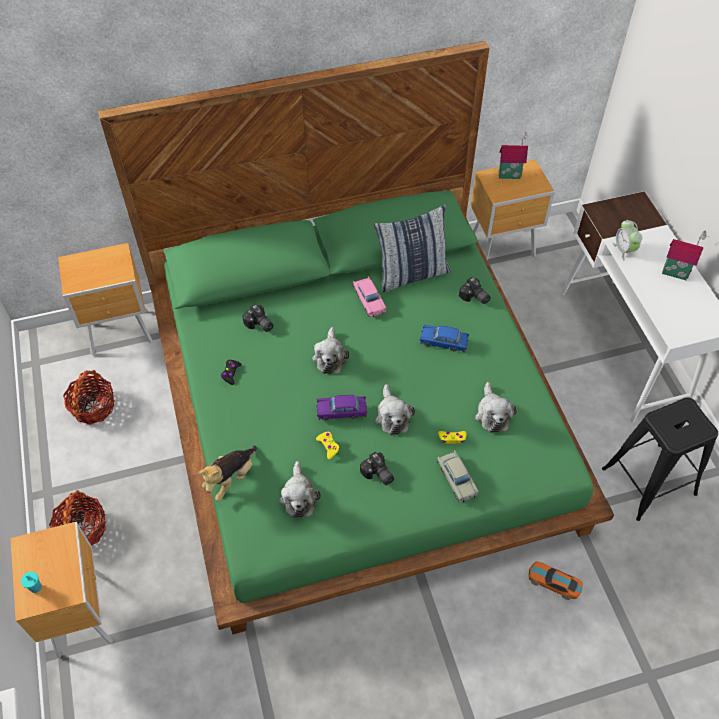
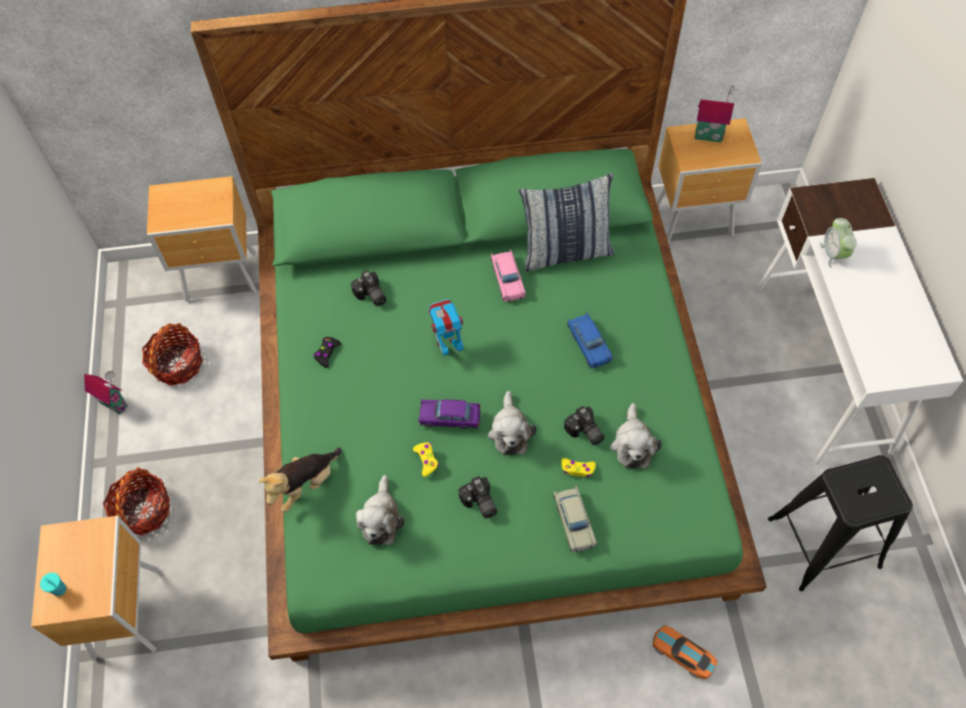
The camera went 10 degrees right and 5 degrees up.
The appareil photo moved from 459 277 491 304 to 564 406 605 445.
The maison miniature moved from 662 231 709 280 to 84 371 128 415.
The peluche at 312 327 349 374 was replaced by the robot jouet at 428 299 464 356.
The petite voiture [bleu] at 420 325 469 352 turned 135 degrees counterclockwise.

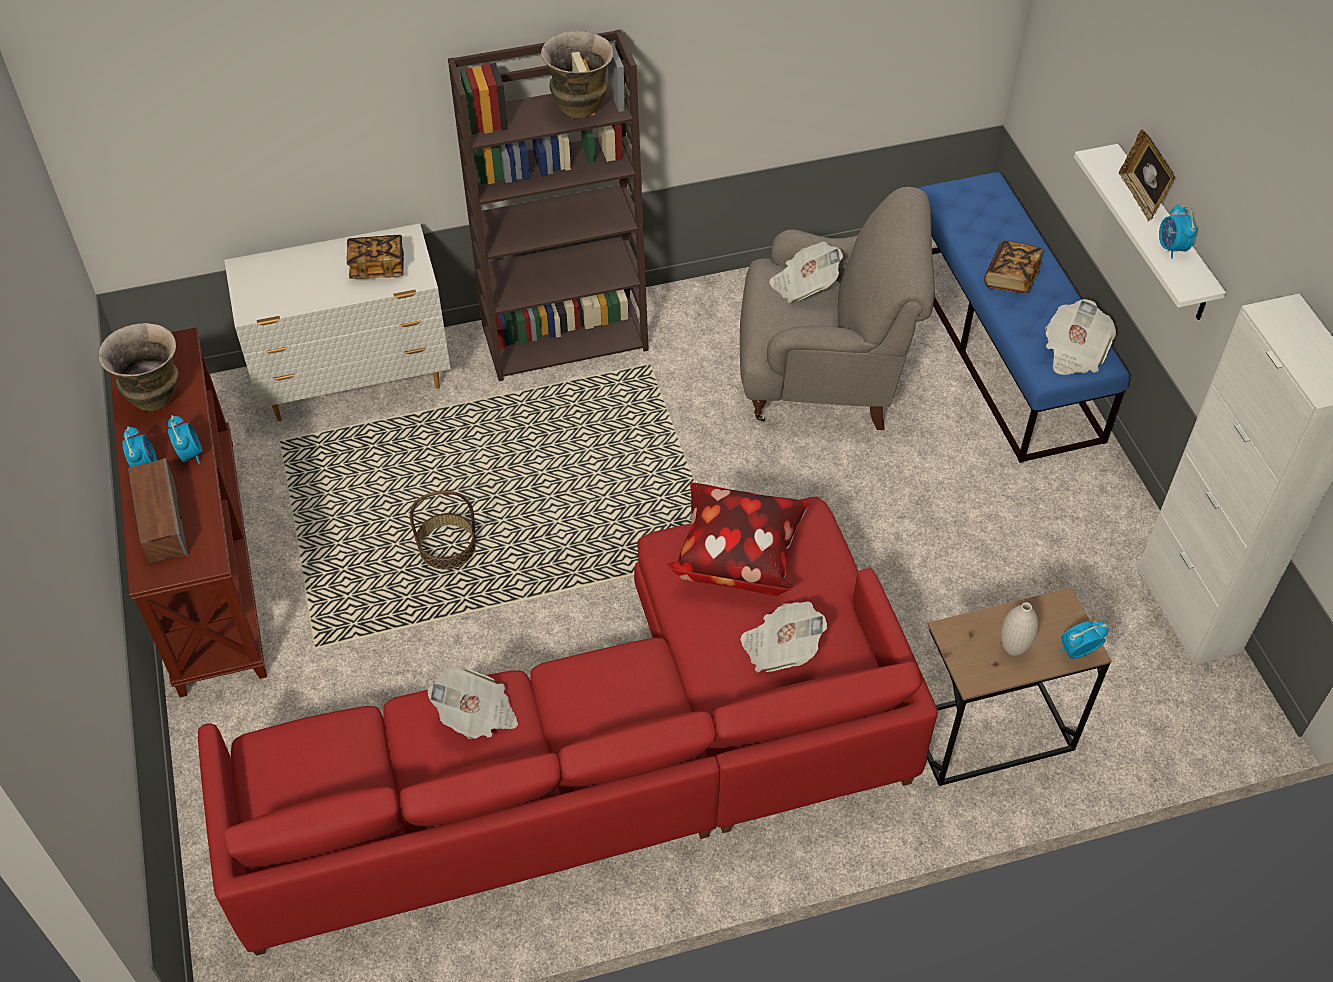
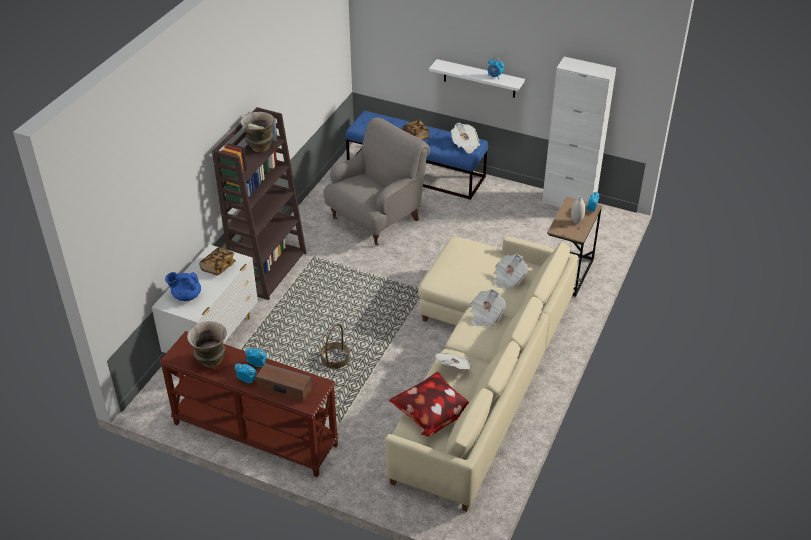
The camera went 50 degrees left and 10 degrees down.
The cadre photo at 1119 129 1175 221 disappeared.
The théière [bleu] at 165 272 201 301 appeared.
The coussin moved from 666 483 810 596 to 389 372 469 437.
The journal moved from 769 242 843 303 to 470 289 506 327.
The canapé [rouge] at 198 497 938 955 became the canapé [beige] at 385 236 578 512.

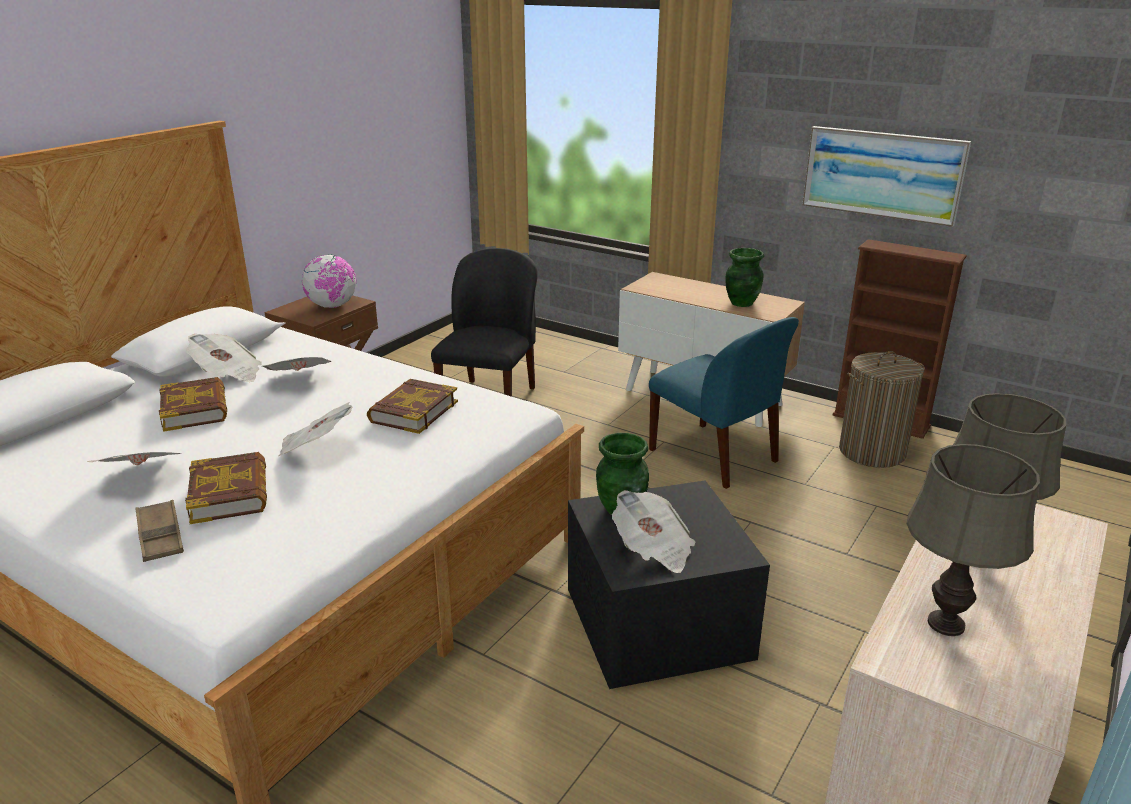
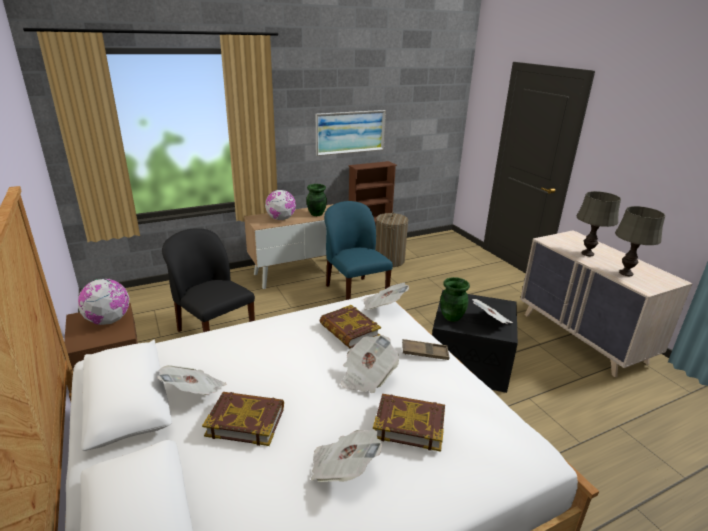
The camera went 60 degrees left and 0 degrees up.
The globe at 265 190 296 220 appeared.
The plateau [marron] moved from 135 500 184 562 to 402 339 450 360.
The journal moved from 263 357 332 371 to 364 283 409 310.
The chaise [bleu] at 649 317 799 489 turned 105 degrees counterclockwise.

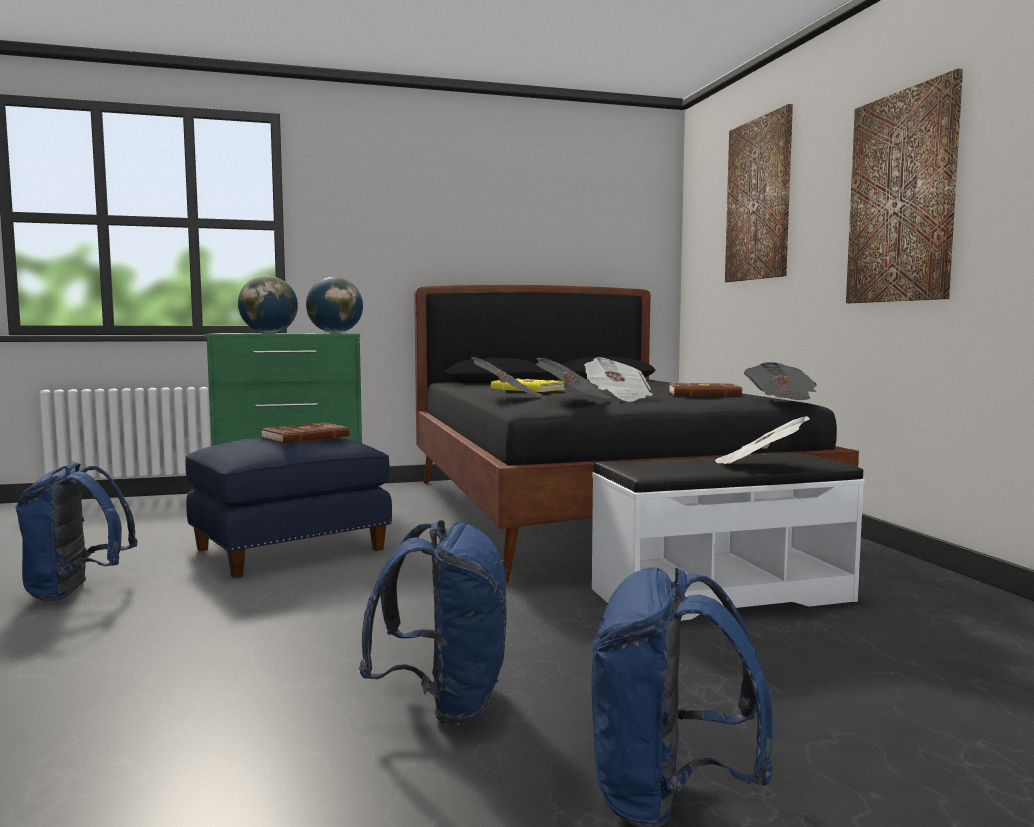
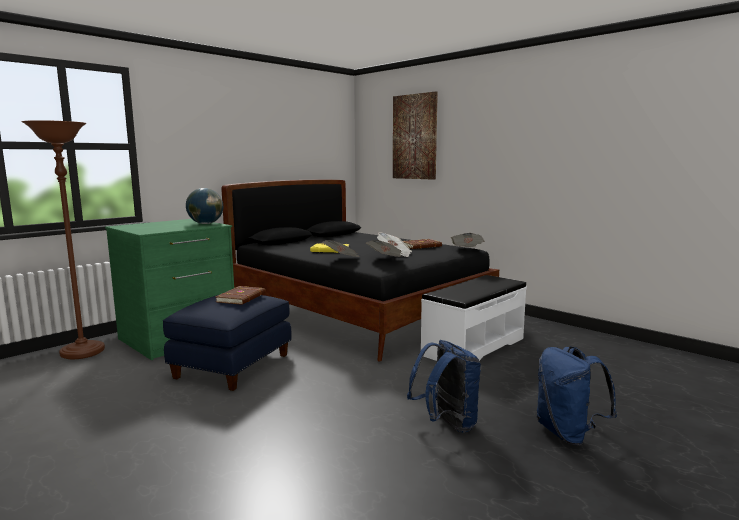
The camera went 30 degrees left and 5 degrees up.
The sac à dos [bleu] at 15 462 138 601 disappeared.
The globe at 238 276 298 333 disappeared.
The journal at 715 417 810 464 disappeared.
The tableau at 846 69 963 303 disappeared.
The lampadaire [marron] at 21 120 105 359 appeared.

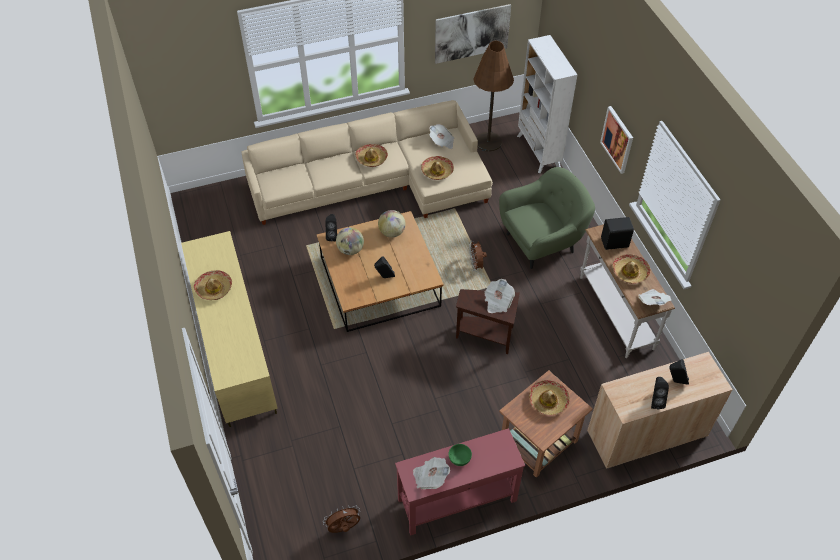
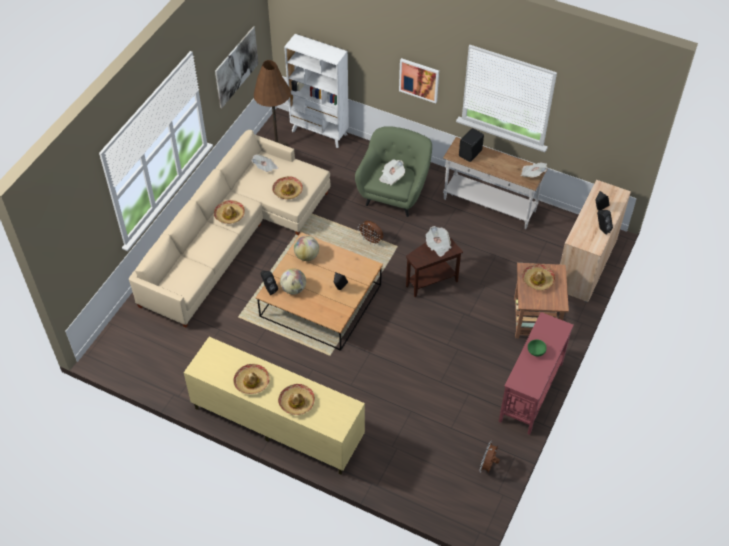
The camera went 45 degrees left and 0 degrees up.
The journal moved from 413 457 450 489 to 379 159 405 186.
The chapeau moved from 613 254 651 284 to 278 384 315 415.

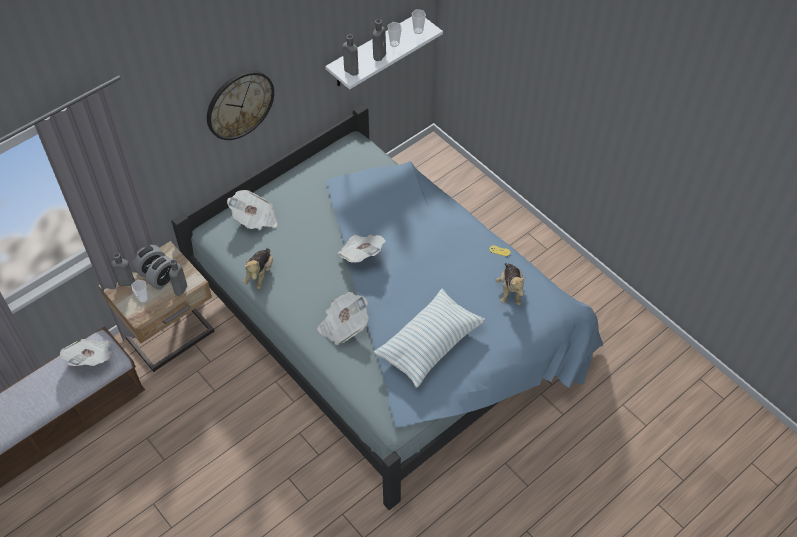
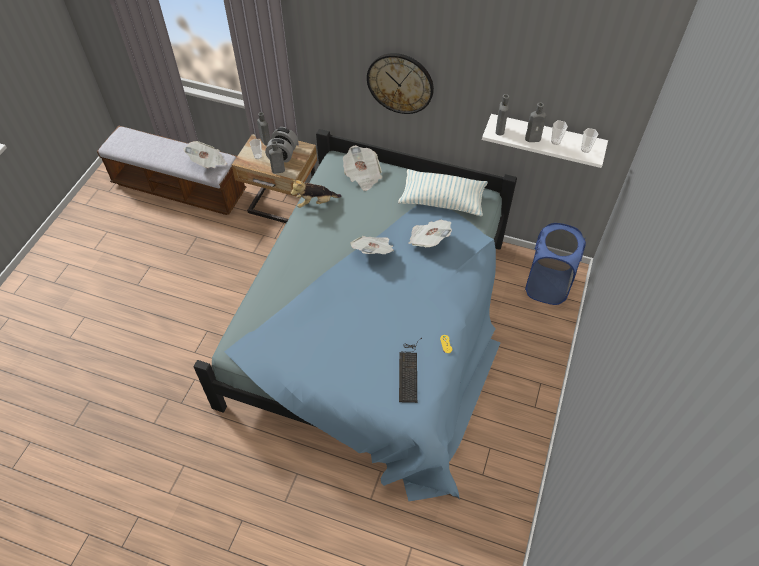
The camera went 60 degrees right and 0 degrees up.
The panier à linge [bleu] at 525 223 586 305 appeared.
The journal moved from 317 292 368 345 to 408 219 452 247.
The coussin moved from 374 289 485 388 to 398 169 488 217.
The peluche at 495 263 525 305 was replaced by the clavier at 399 338 422 403.

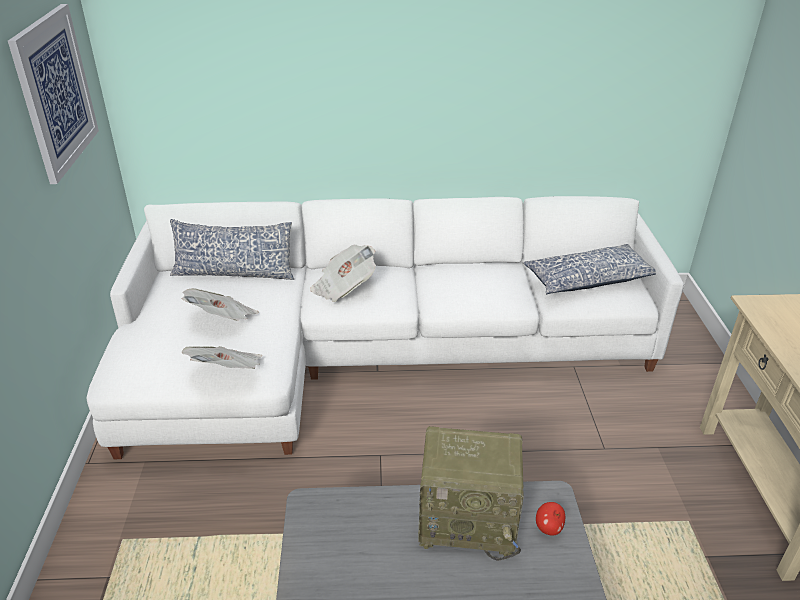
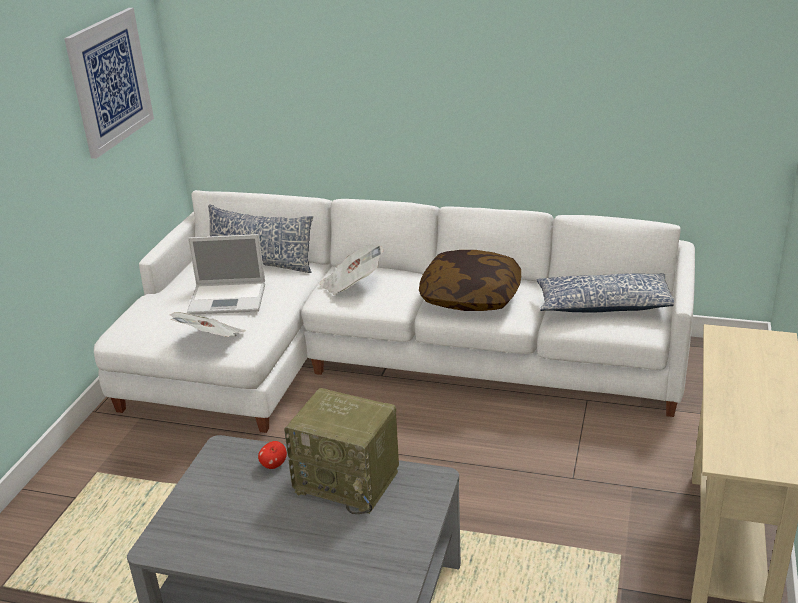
The camera went 20 degrees right and 5 degrees down.
The coussin at 419 250 521 311 appeared.
The pomme moved from 536 502 565 536 to 258 441 287 469.
The journal at 181 288 259 321 was replaced by the ordinateur portable at 187 234 265 314.

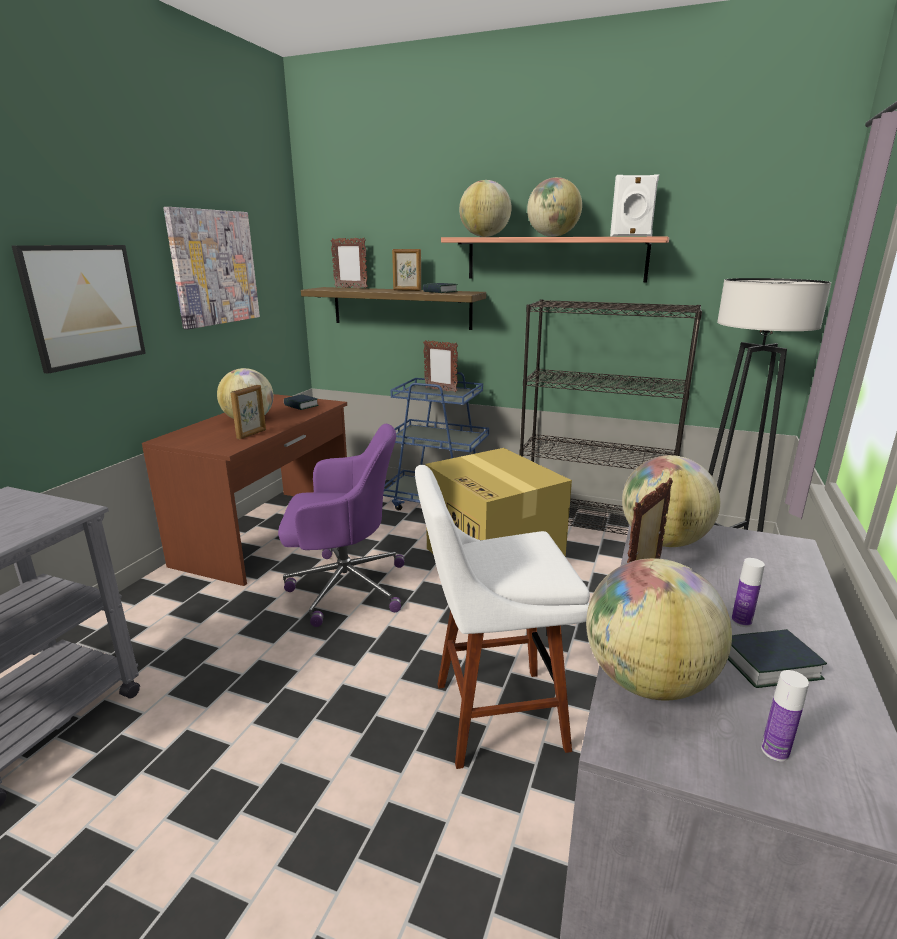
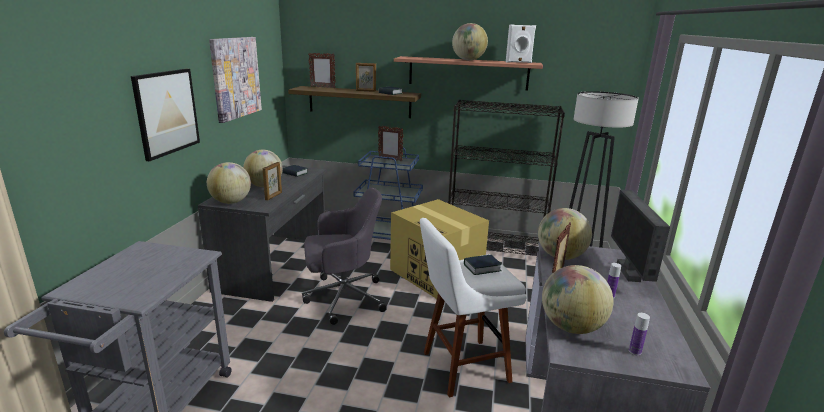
The camera went 10 degrees left and 0 degrees up.
The écran d'ordinateur at 611 189 670 282 appeared.
The globe moved from 459 180 512 237 to 207 162 251 204.
The livre moved from 728 629 827 688 to 464 255 502 275.
The bureau [marron] at 142 394 347 586 became the bureau [gris] at 198 165 326 302.
The chaise de bureau [violet] at 278 424 404 627 became the chaise de bureau [gris] at 302 188 387 325.

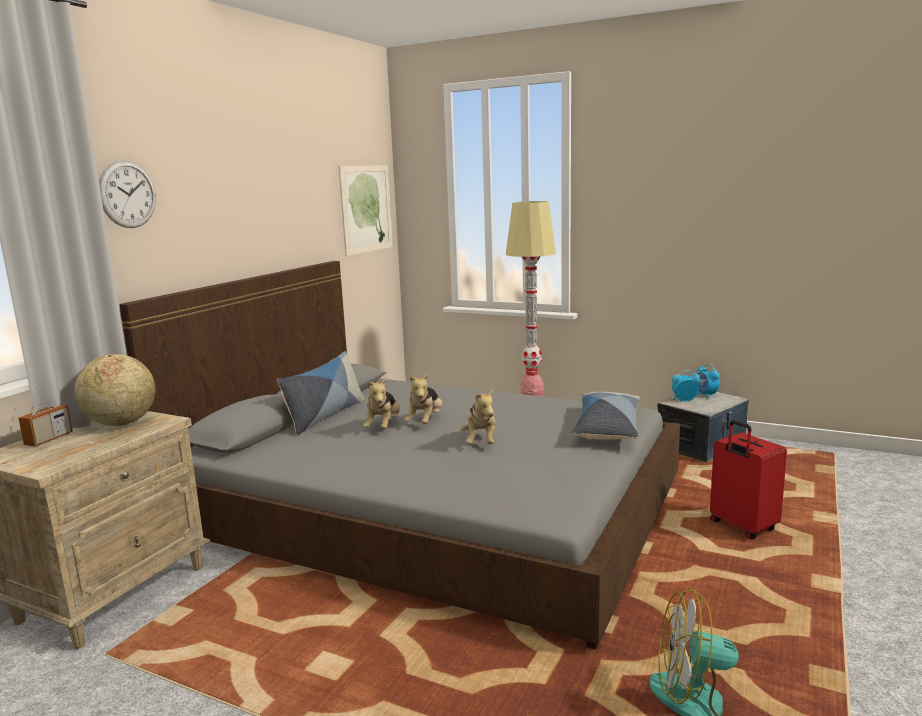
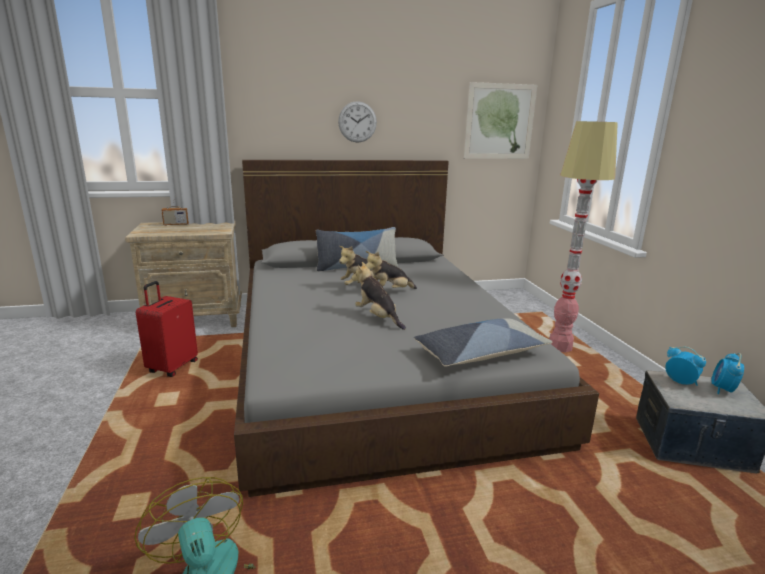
The camera went 50 degrees right and 5 degrees up.
The globe at 75 354 155 426 disappeared.
The horloge murale moved from 99 160 156 228 to 338 101 377 143.
The valise [rouge] moved from 710 420 787 539 to 136 281 198 377.
The peluche at 460 389 495 444 turned 90 degrees clockwise.

